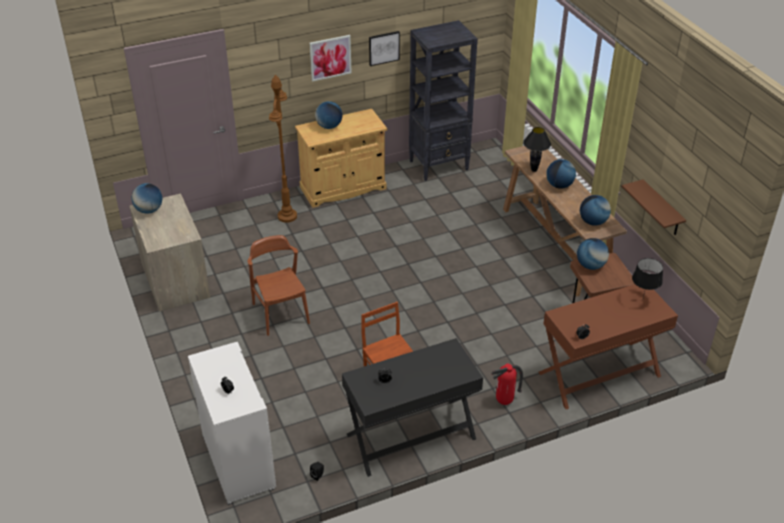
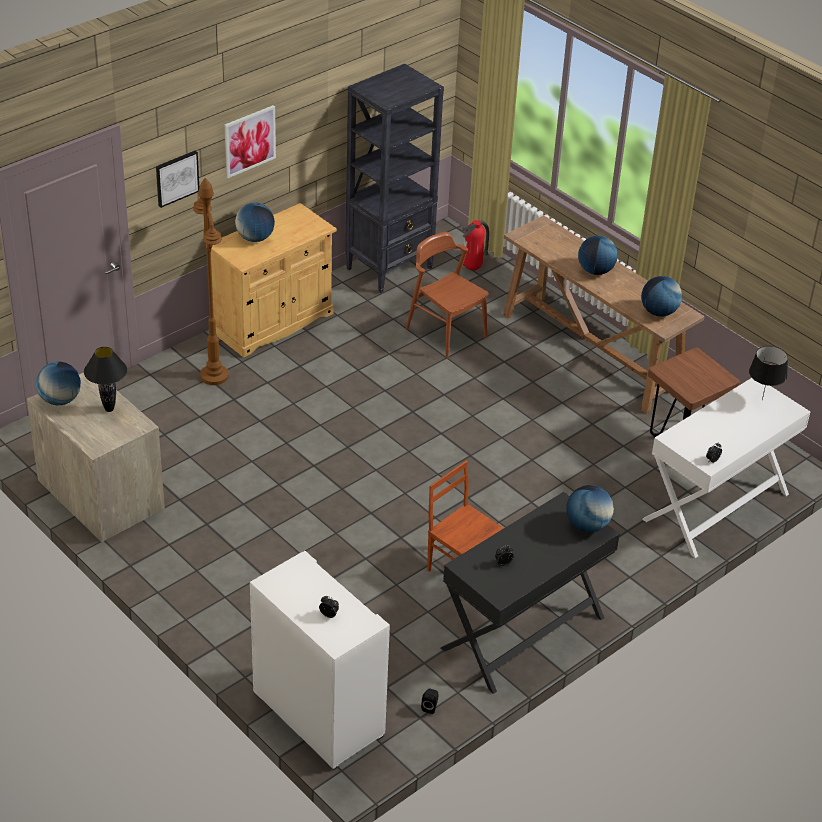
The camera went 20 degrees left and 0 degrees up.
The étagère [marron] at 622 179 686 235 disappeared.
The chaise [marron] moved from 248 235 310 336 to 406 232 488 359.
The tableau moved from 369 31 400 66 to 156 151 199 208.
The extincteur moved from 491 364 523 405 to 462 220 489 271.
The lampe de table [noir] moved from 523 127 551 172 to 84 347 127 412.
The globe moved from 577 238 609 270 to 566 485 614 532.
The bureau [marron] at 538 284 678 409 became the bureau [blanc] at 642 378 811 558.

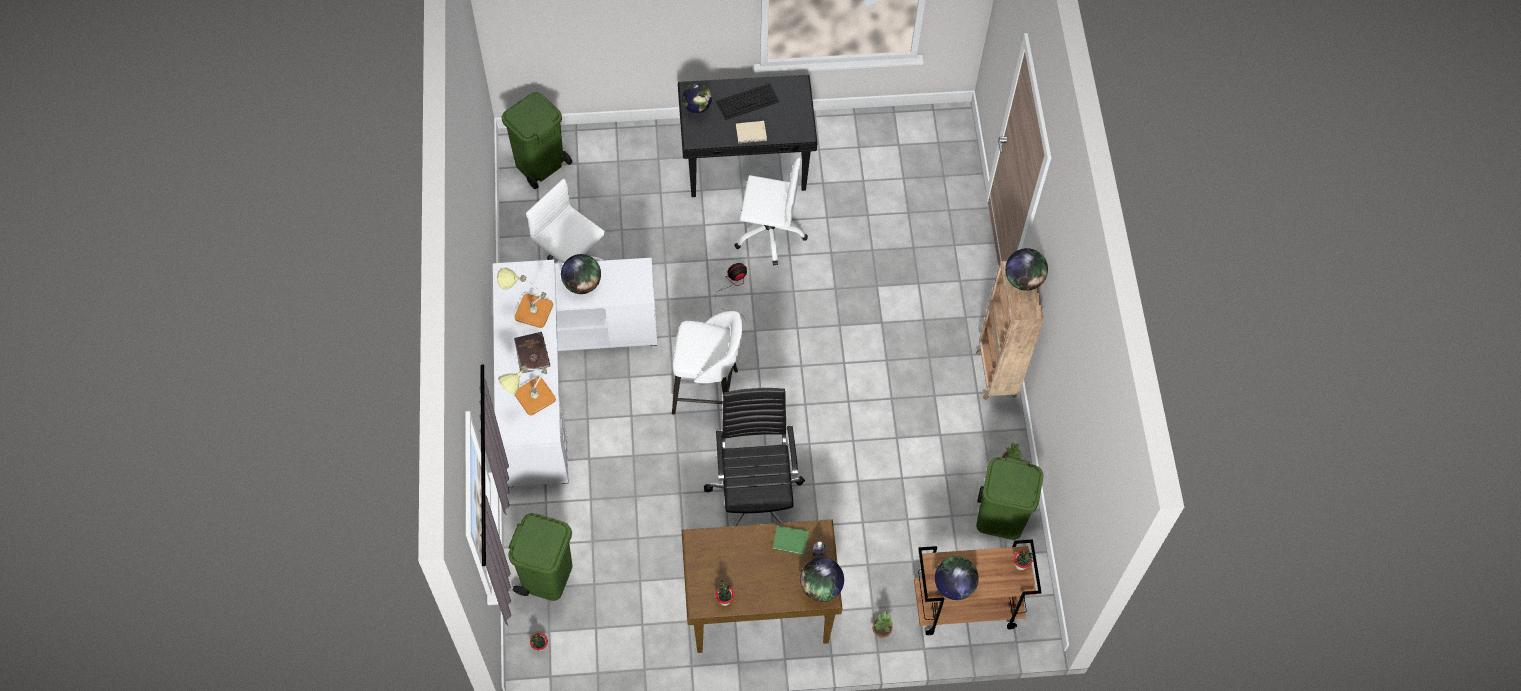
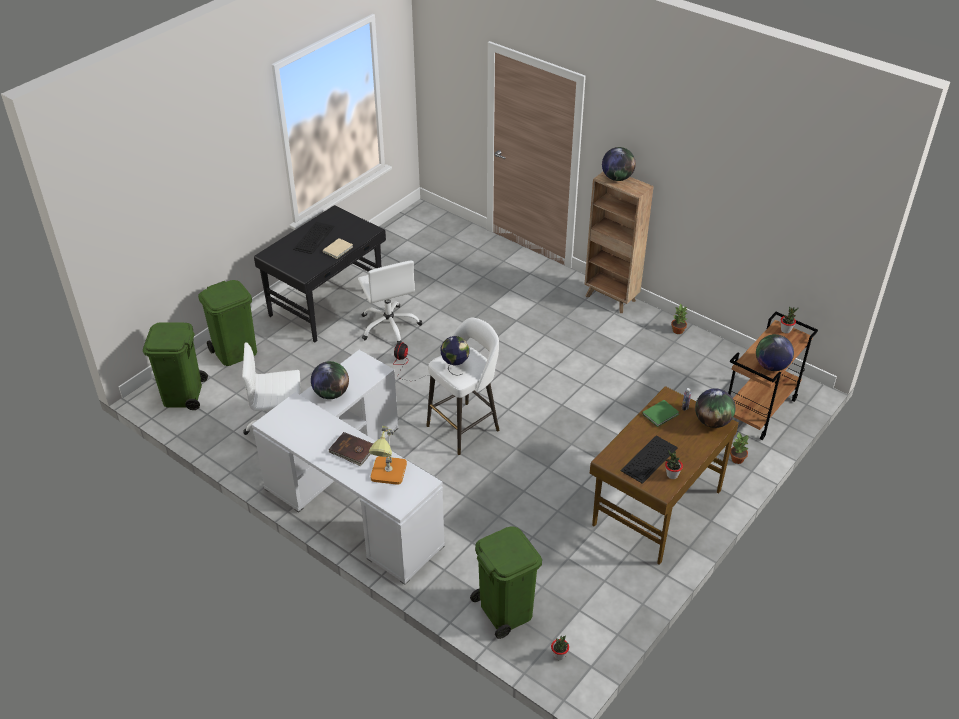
The camera went 45 degrees left and 20 degrees down.
The lampe de table at 497 267 553 328 disappeared.
The chaise de bureau [noir] at 704 388 805 526 disappeared.
The clavier at 620 436 678 484 appeared.
The globe moved from 682 83 712 122 to 440 336 470 376.
The poubelle [vert] moved from 976 457 1044 540 to 198 280 257 366.
The chaise de bureau [blanc] at 734 158 808 265 turned 105 degrees clockwise.

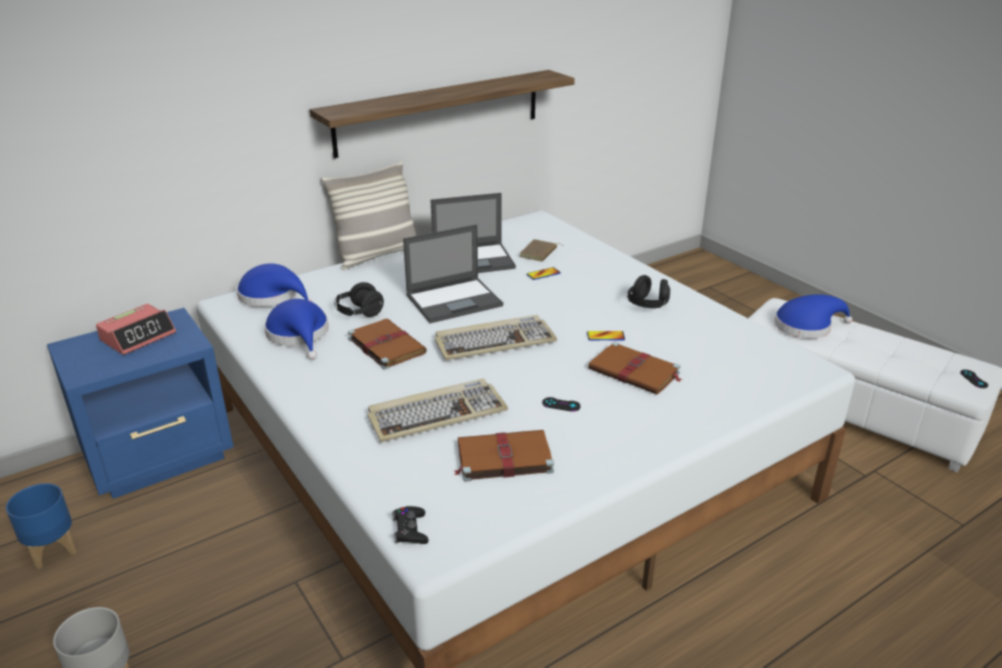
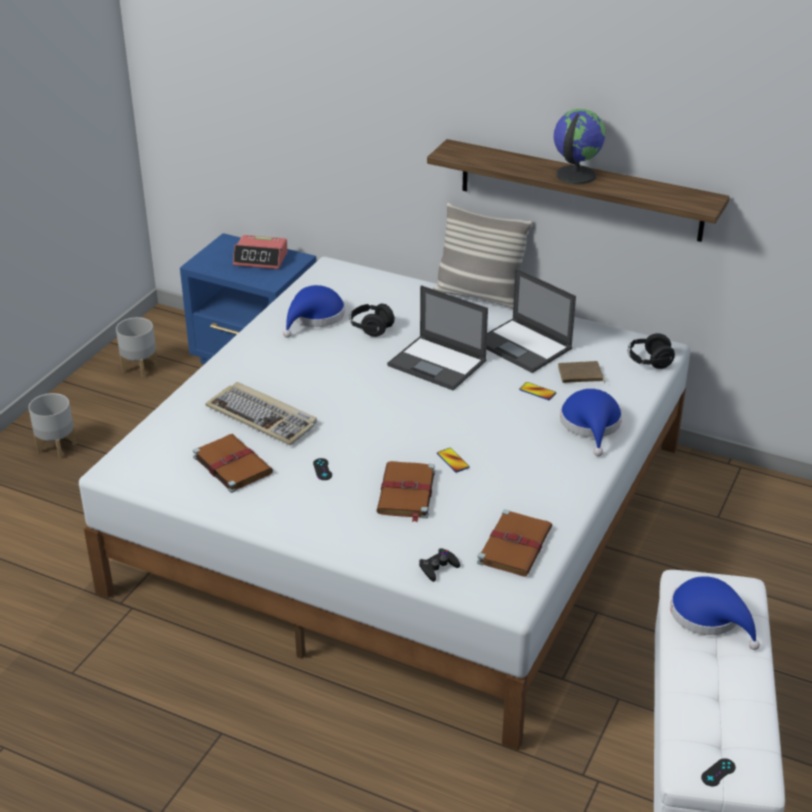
The camera went 60 degrees right and 5 degrees up.
The clavier at 435 315 557 361 disappeared.
The globe at 554 109 606 184 appeared.
The chapeau [bleu] moved from 237 263 312 307 to 560 389 622 456.
The livre [marron] moved from 348 319 427 370 to 477 509 553 577.
The manette [noir] moved from 392 506 429 544 to 419 548 460 582.
The casque audio [noir] moved from 627 275 670 308 to 628 333 675 369.
The cache-pot [bleu] at 6 483 77 569 became the cache-pot [gris] at 116 317 158 378.

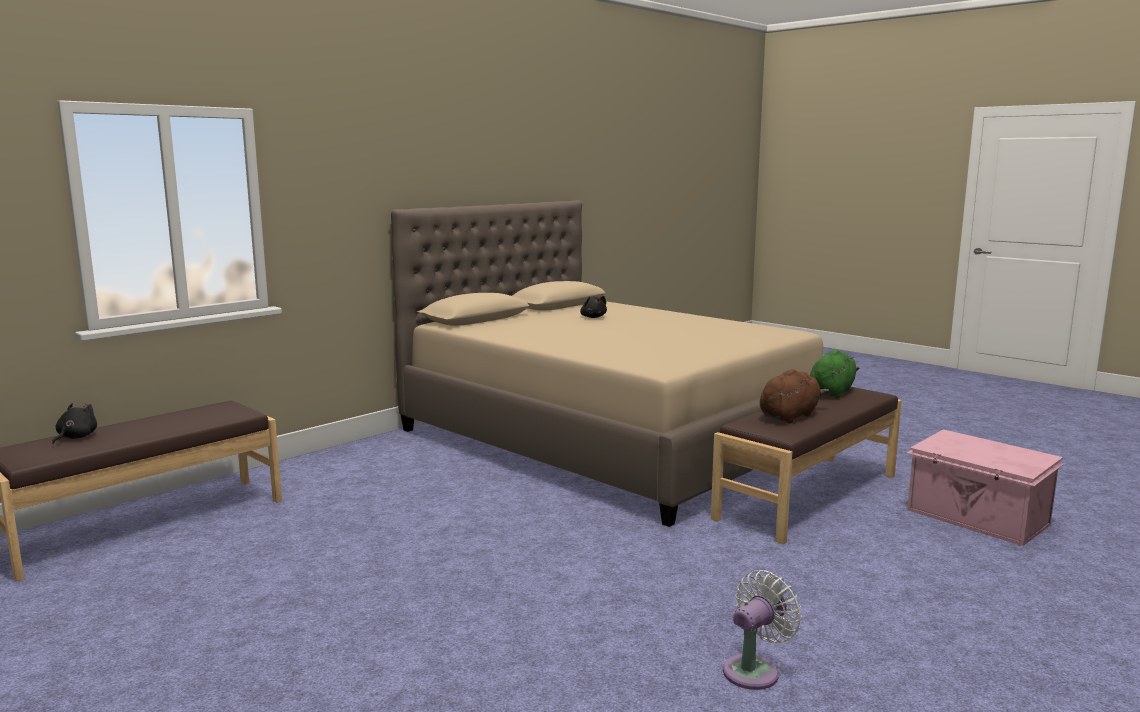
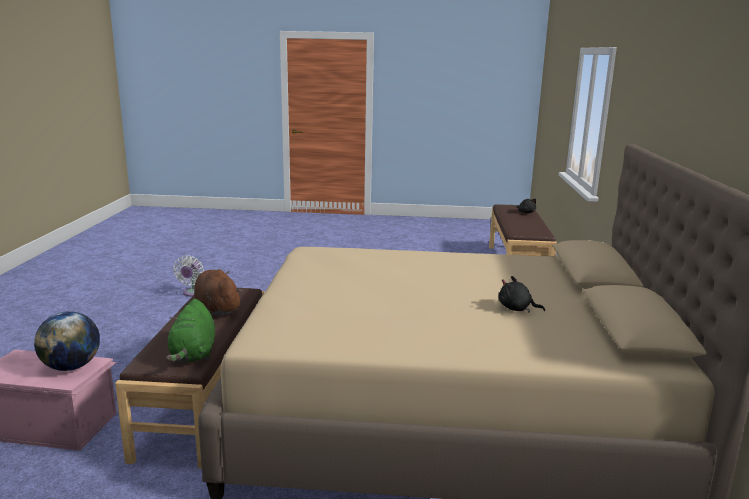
The camera went 140 degrees right and 5 degrees up.
The globe at 34 311 100 371 appeared.
The peluche [marron] at 760 369 829 423 turned 135 degrees clockwise.

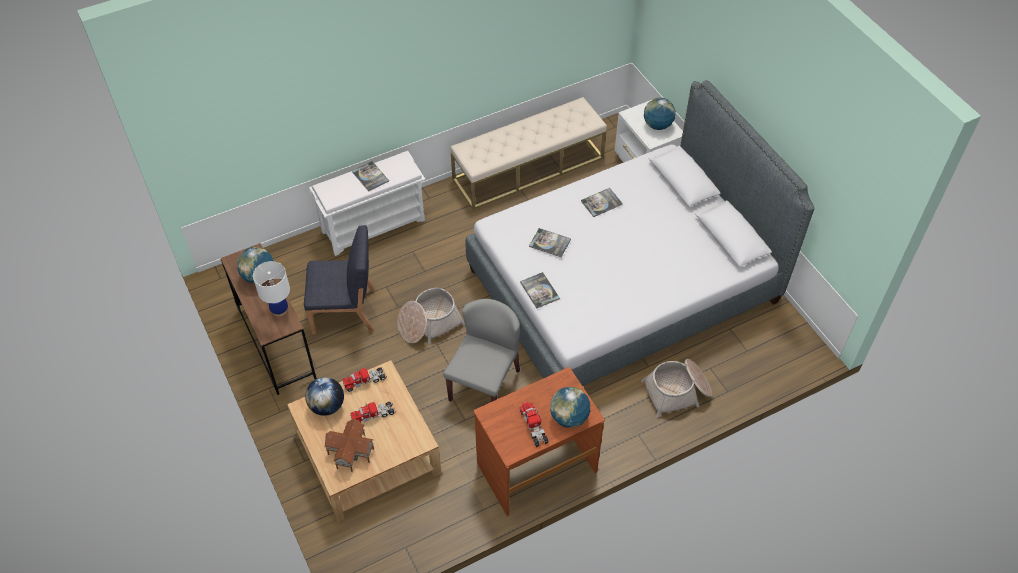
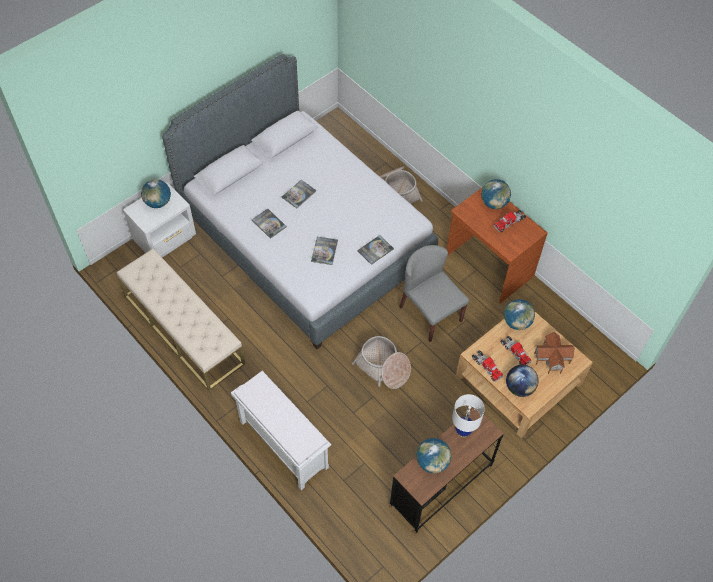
The camera went 105 degrees left and 5 degrees up.
The chaise [bleu] at 304 225 375 334 disappeared.
The globe at 504 299 535 330 appeared.
The livre moved from 352 161 389 192 to 282 180 316 209.
The chaise [gris] at 443 299 520 402 turned 45 degrees clockwise.

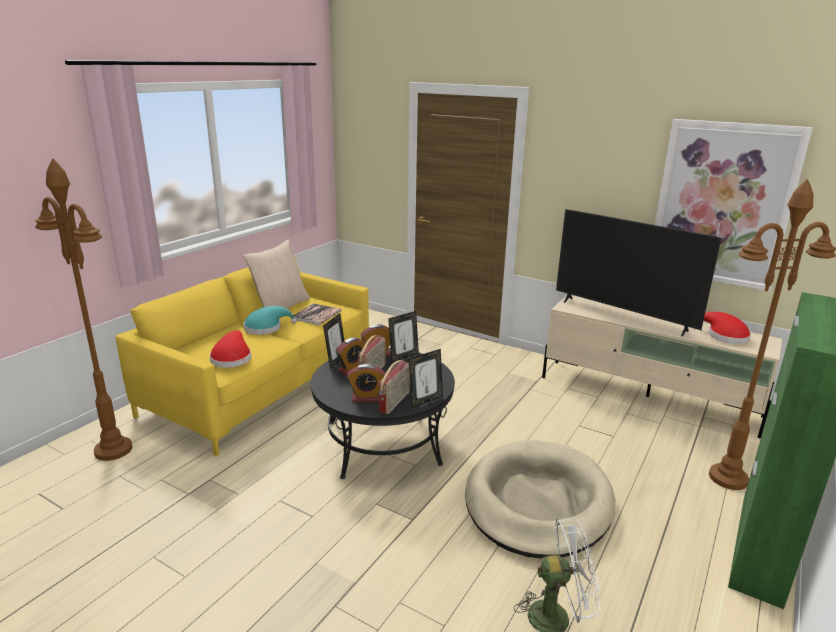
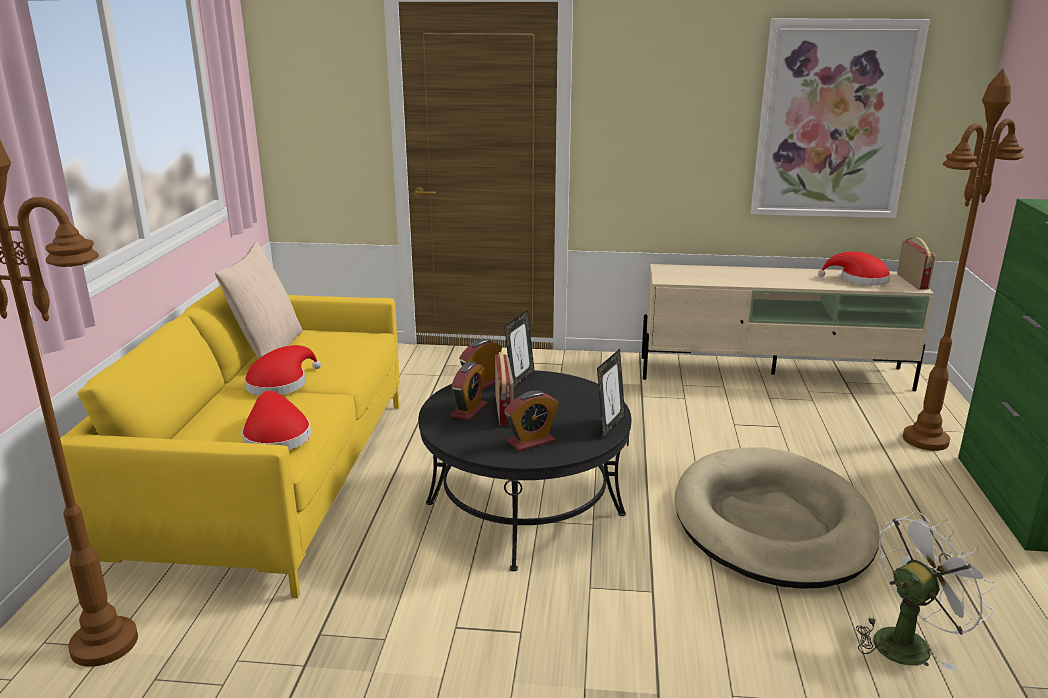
The camera went 25 degrees left and 0 degrees up.
The livre at 293 303 342 325 disappeared.
The cadre photo at 323 313 344 369 disappeared.
The téléviseur at 556 209 721 336 disappeared.
The radio moved from 379 360 410 414 to 897 237 935 290.
The chapeau [turquoise] at 244 306 297 335 became the chapeau [rouge] at 244 345 321 396.

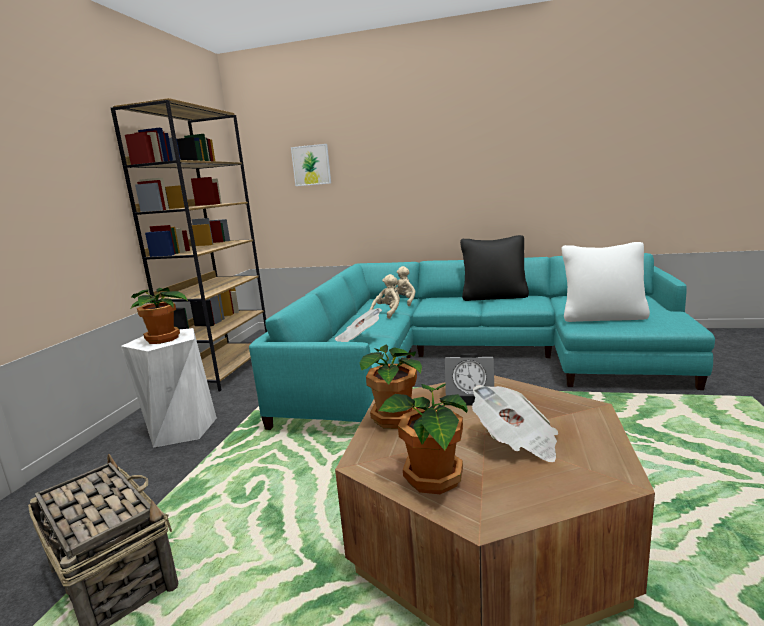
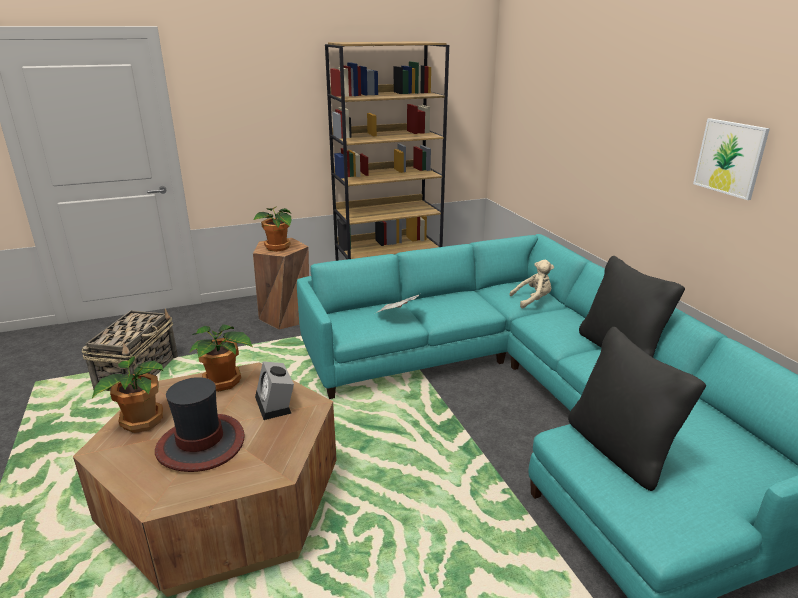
The camera went 55 degrees right and 10 degrees up.
The peluche [beige] at 369 274 400 319 disappeared.
The tableau moved from 291 144 331 186 to 693 118 770 200.
The journal at 472 385 558 462 was replaced by the chapeau at 155 377 245 472.
The tabouret [blanc] at 121 328 217 448 became the tabouret [marron] at 253 238 309 330.
The coussin [blanc] at 562 242 650 322 became the coussin [noir] at 568 327 706 491.

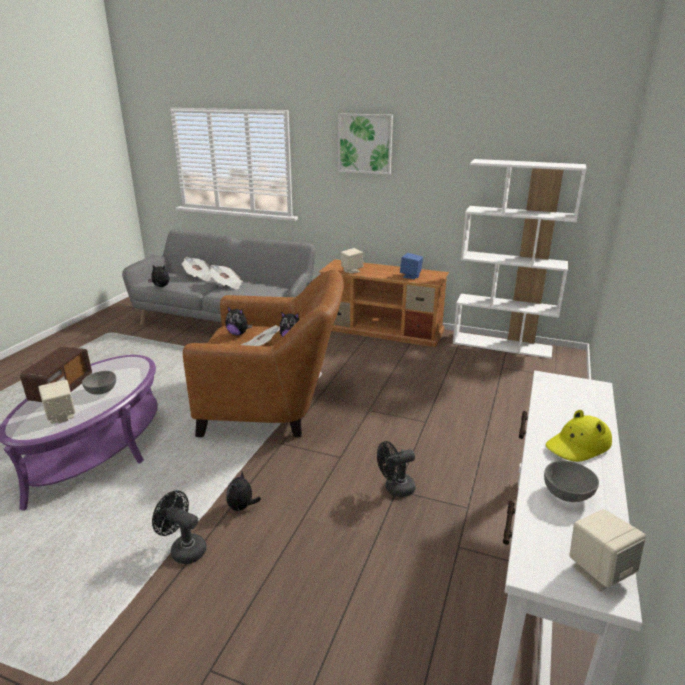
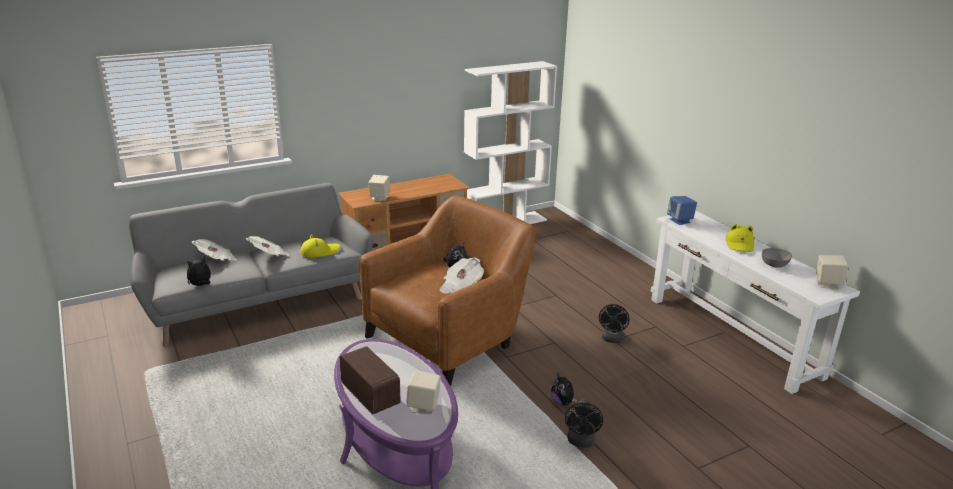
The camera went 50 degrees left and 0 degrees up.
The bol [gris] at 82 371 116 395 disappeared.
The peluche at 225 306 252 336 disappeared.
The tableau at 338 113 393 175 disappeared.
The chapeau [jaune] at 300 234 340 258 appeared.
The enceinte [bleu] moved from 400 253 423 279 to 667 196 697 225.
The ventilateur [noir] at 152 490 207 564 turned 60 degrees counterclockwise.

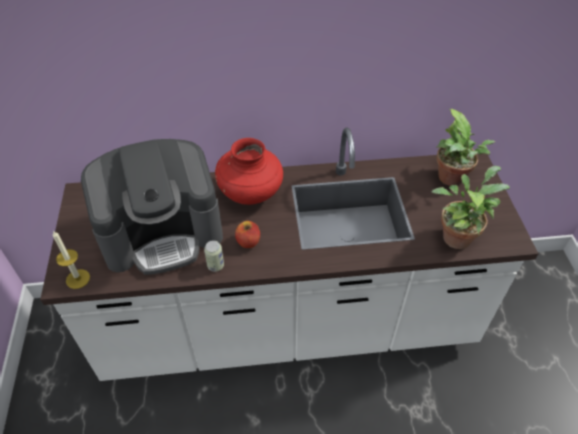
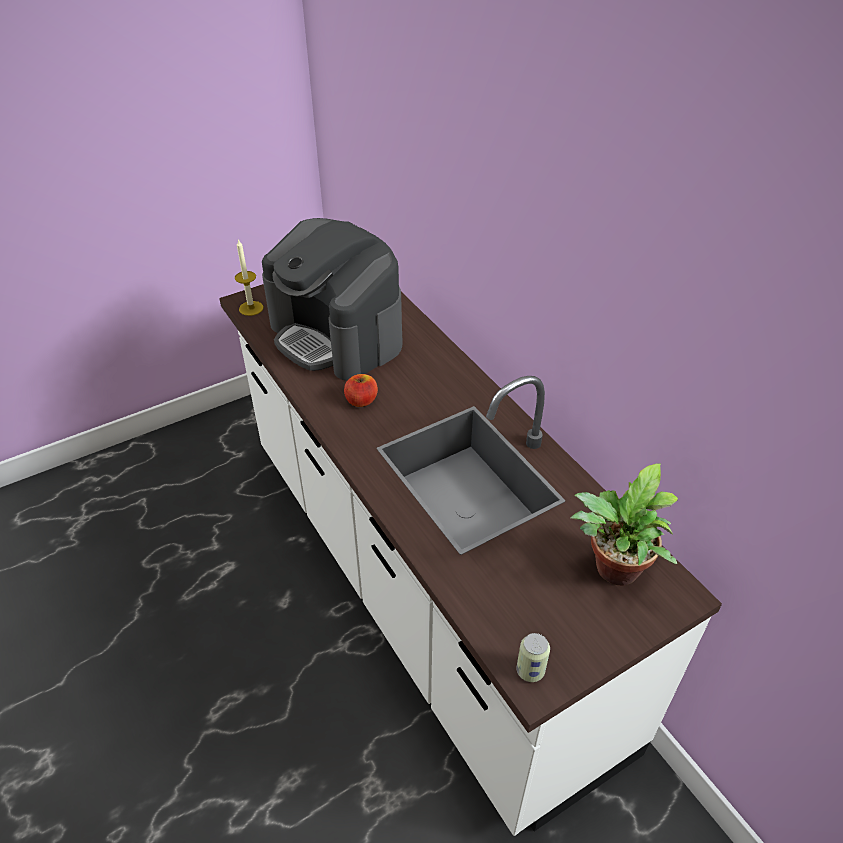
The camera went 65 degrees right and 5 degrees down.
The vase [rouge] at 215 138 283 205 disappeared.
The plante en pot at 432 166 509 249 disappeared.
The boîte métallique moved from 204 240 224 272 to 516 633 550 682.

